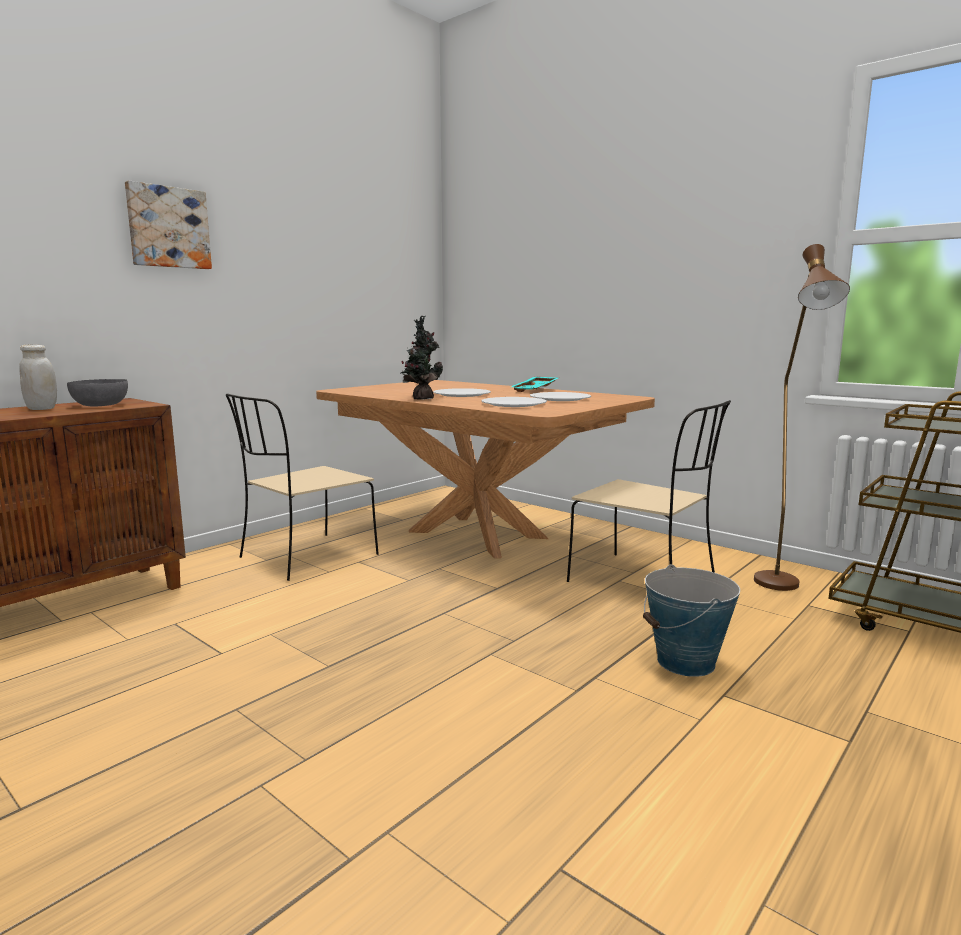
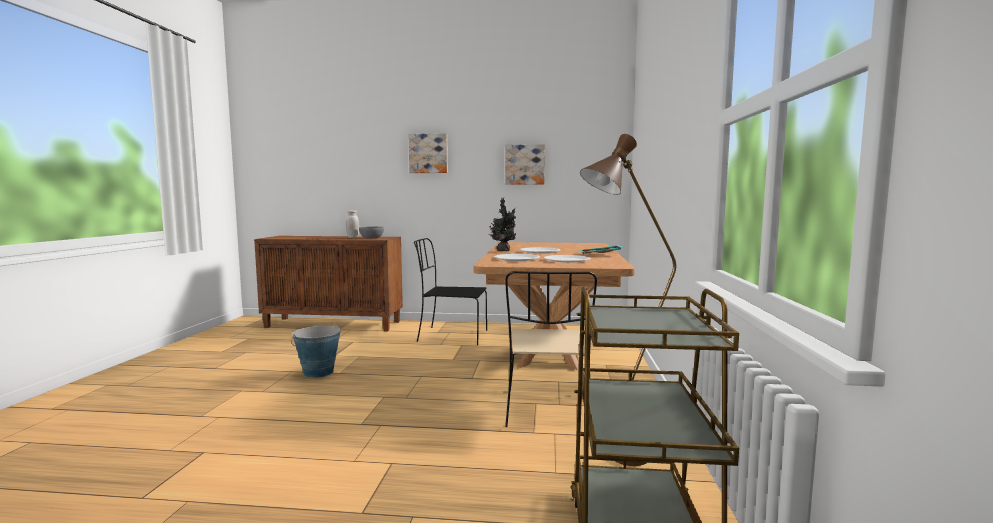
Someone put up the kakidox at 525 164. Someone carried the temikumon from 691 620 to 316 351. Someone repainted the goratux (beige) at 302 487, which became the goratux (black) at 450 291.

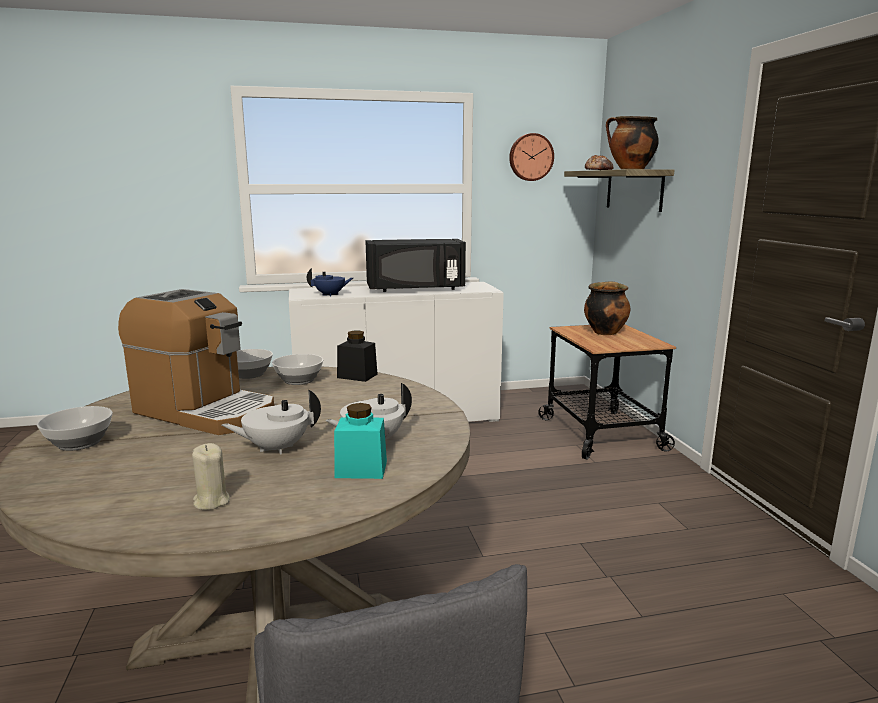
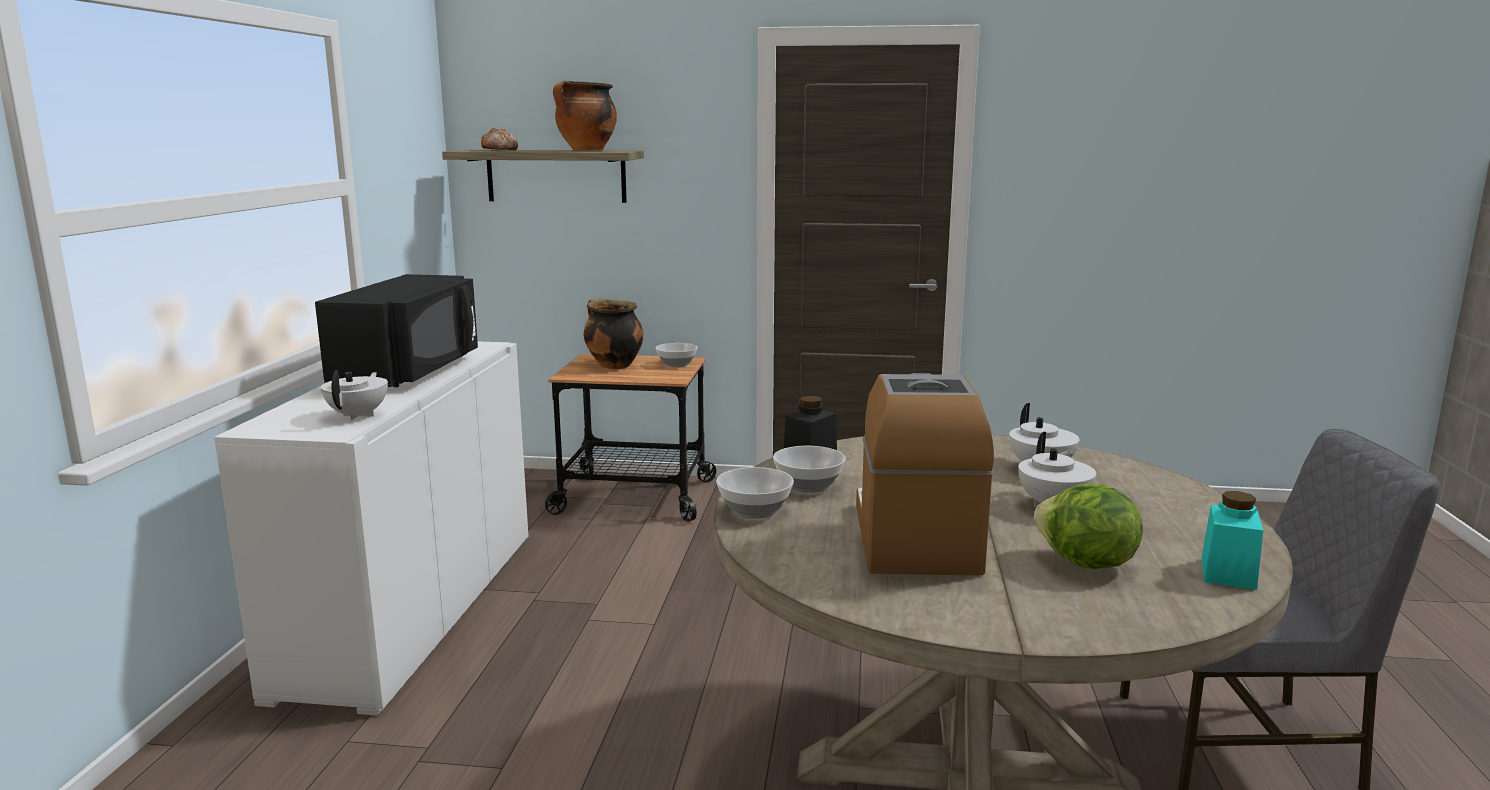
Someone took away the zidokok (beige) at 211 476. Someone took away the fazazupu at 531 157. Someone put down the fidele at 1088 526. Someone carried the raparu from 75 428 to 677 355. Someone carried the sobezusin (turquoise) from 360 441 to 1232 540. Someone repainted the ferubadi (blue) at 330 282, which became the ferubadi (white) at 354 395. Someone rotated the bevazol at 196 362 by 45 degrees counterclockwise.

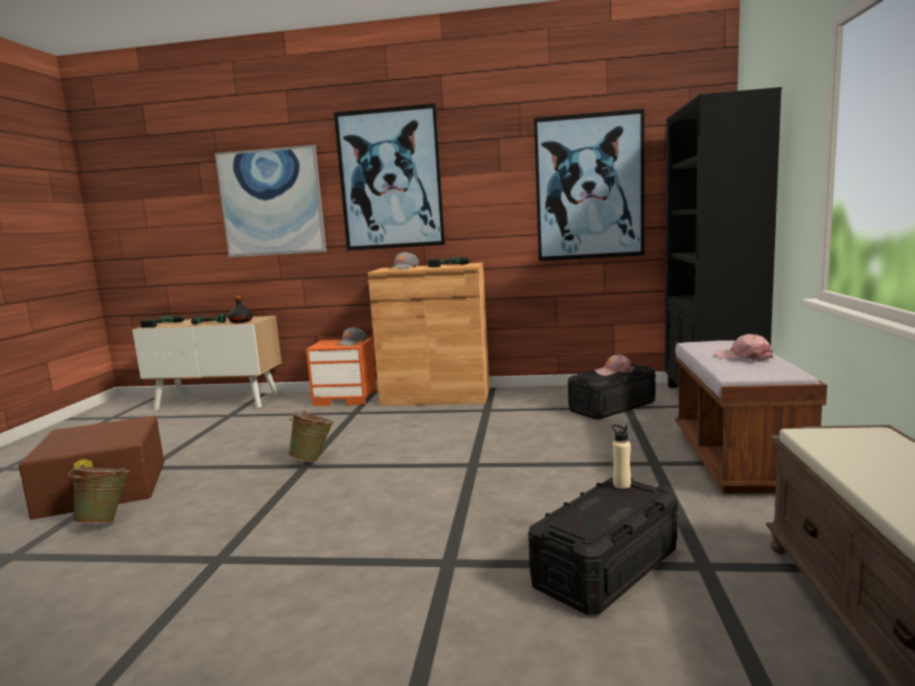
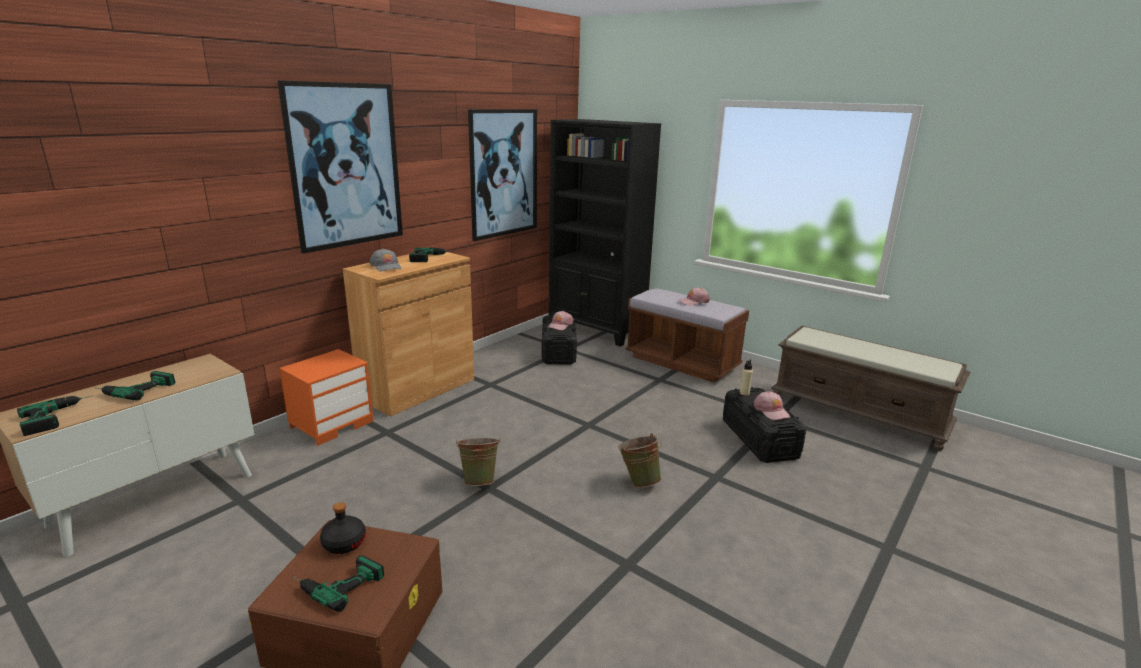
Someone took away the kakidox at 271 201. Someone took away the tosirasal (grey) at 351 336. Someone put down the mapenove at 338 583. Someone put down the tosirasal (pink) at 771 405. Someone carried the temikumon (green) from 99 494 to 640 460. Someone carried the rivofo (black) from 240 309 to 343 528.

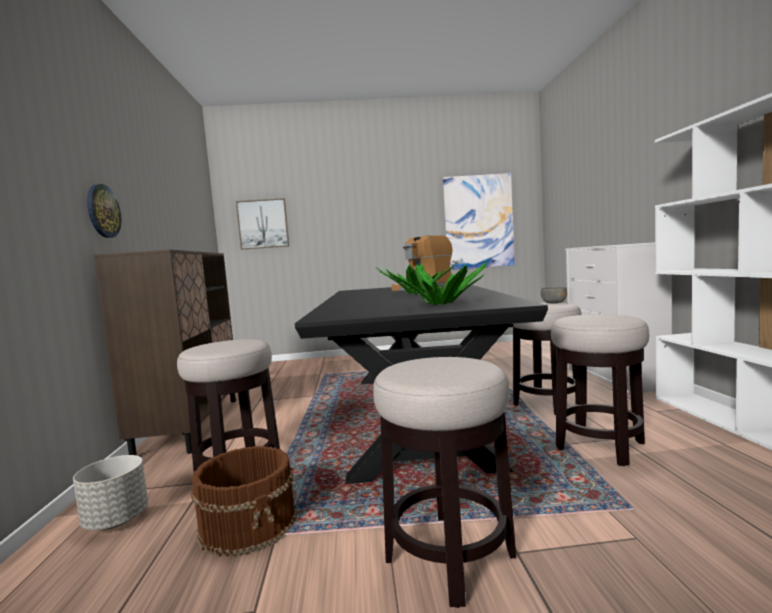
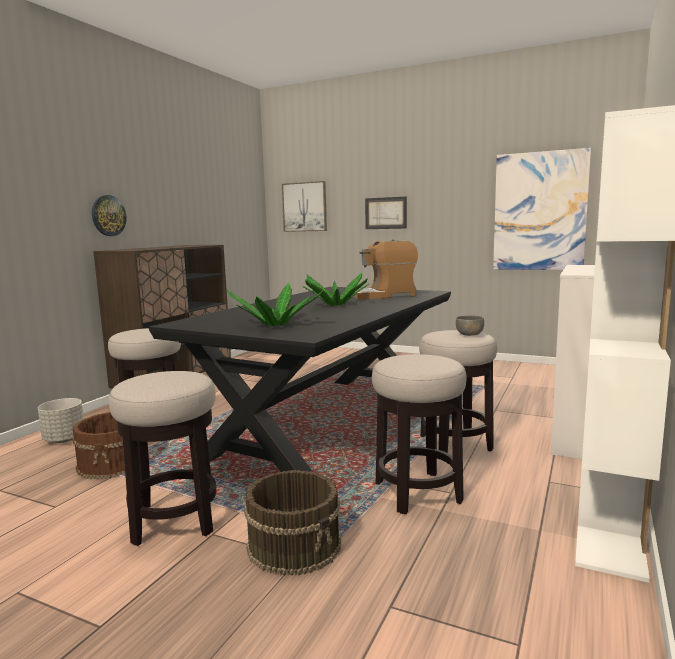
Someone put down the temikumon (brown) at 292 523. Someone put up the kakidox at 386 213.

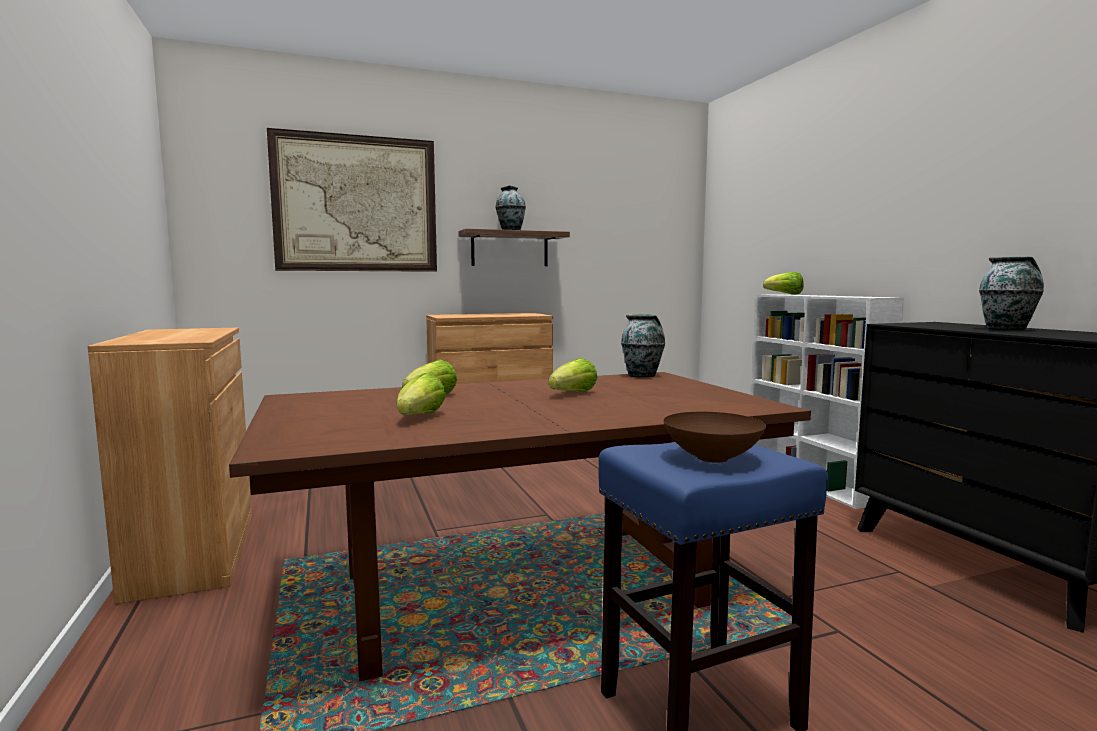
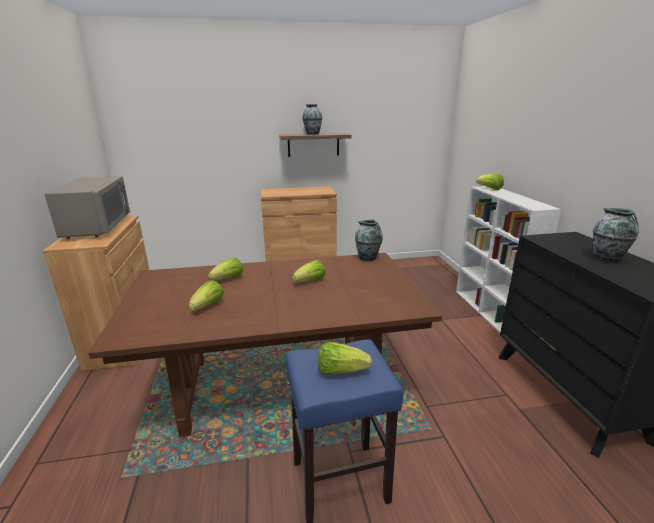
Someone took away the kakidox at 352 200. Someone put down the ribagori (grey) at 87 207. Someone swapped the raparu (brown) at 715 437 for the fidele at 345 358.

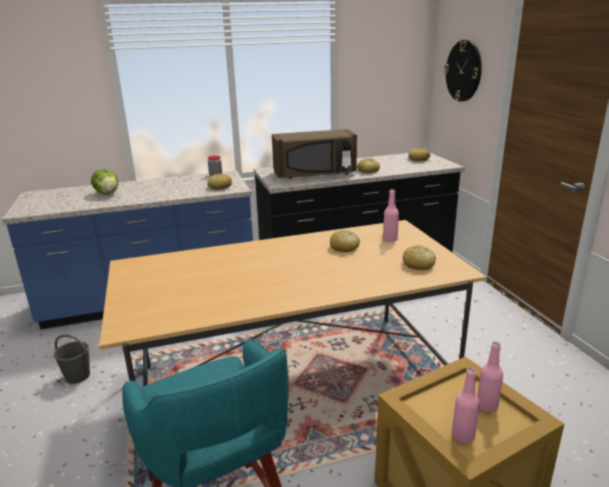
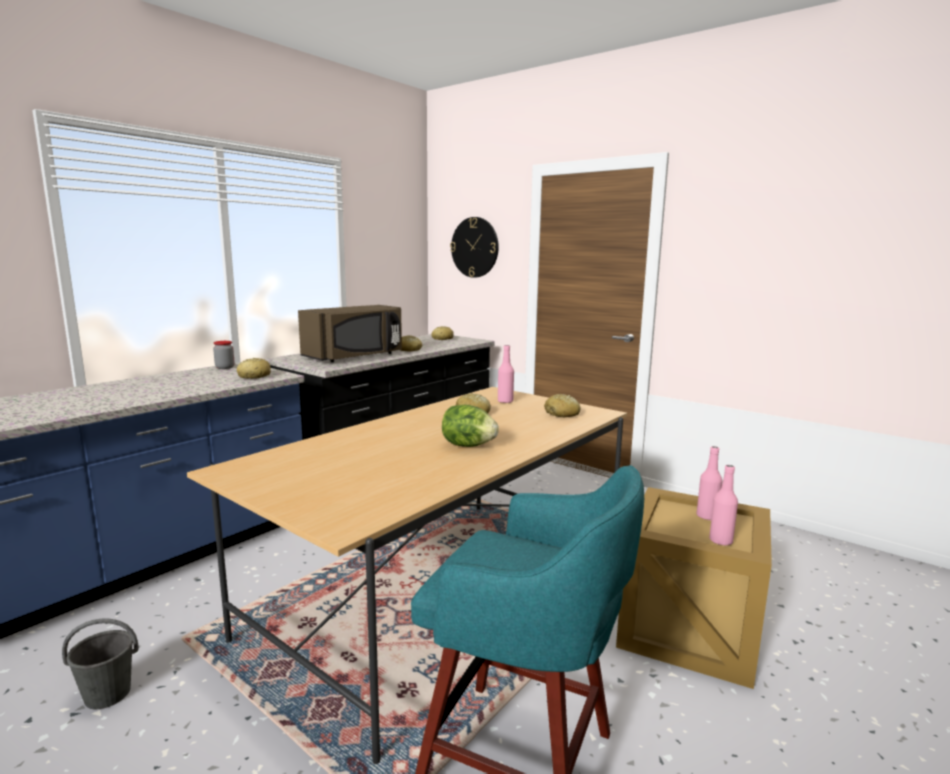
Someone carried the fidele from 104 181 to 470 426.

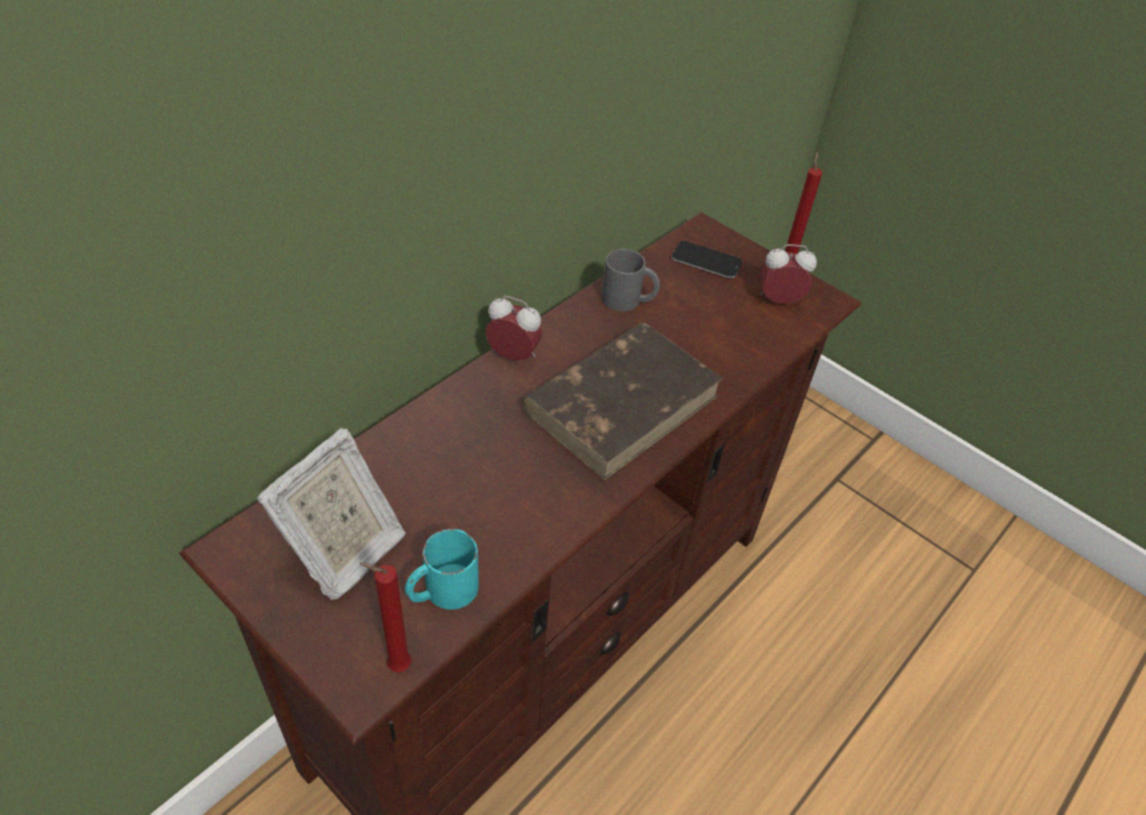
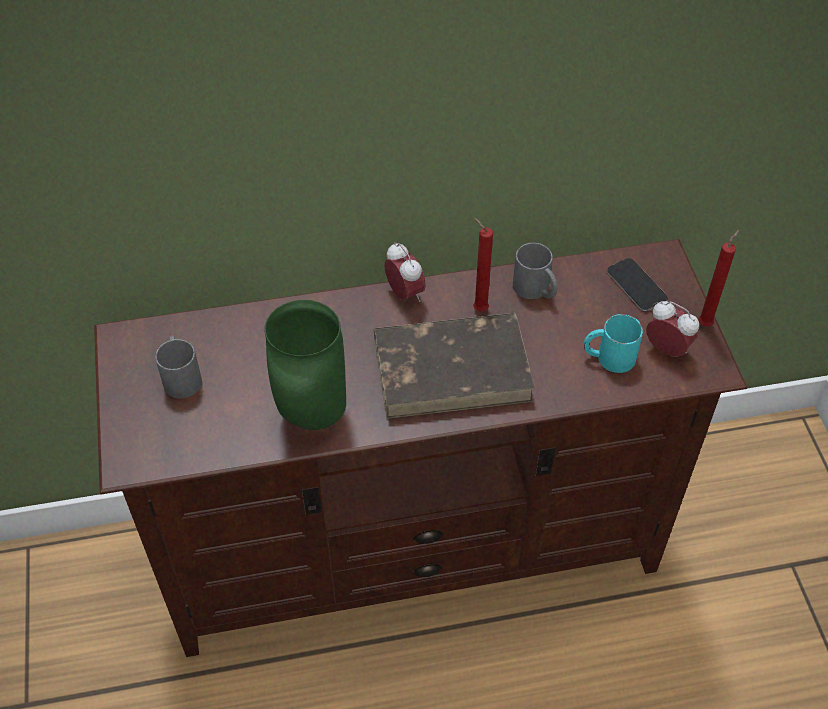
Someone put down the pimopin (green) at 305 365. Someone carried the zidokok (red) from 385 617 to 483 264. Someone carried the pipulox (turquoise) from 442 569 to 613 343. Someone swapped the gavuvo at 331 513 for the pipulox (grey) at 178 367.

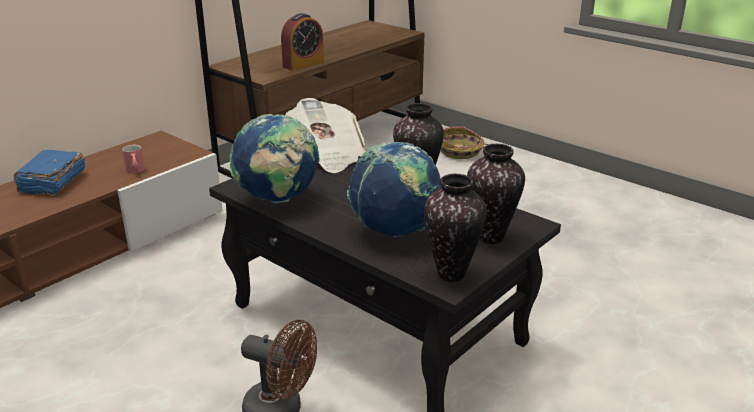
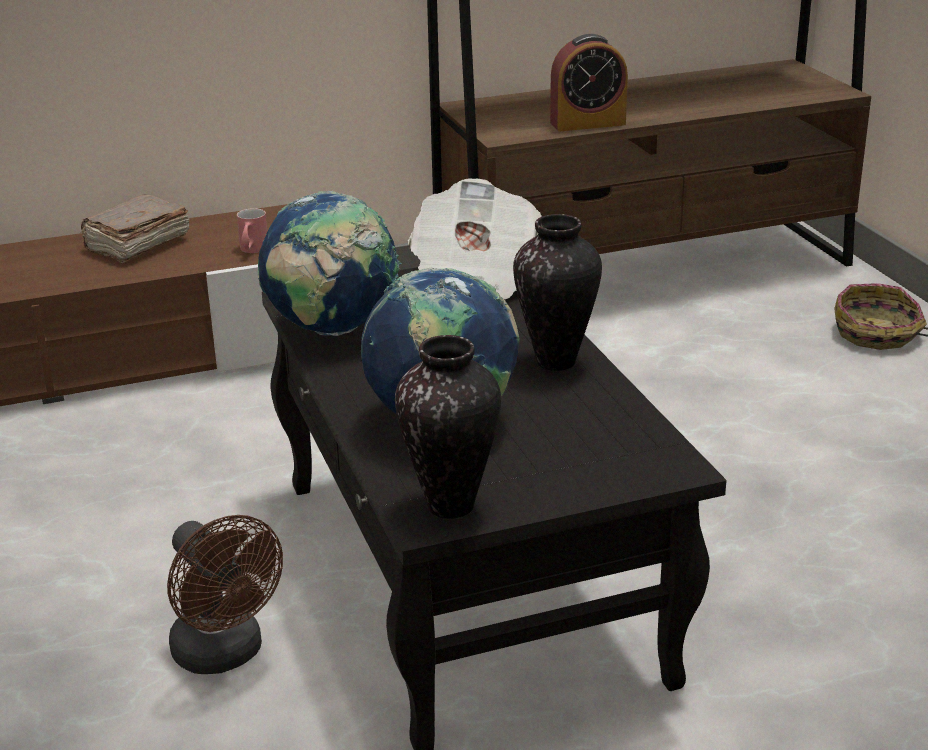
Someone took away the pimopin at 496 194. Someone repainted the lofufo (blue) at 49 173, which became the lofufo (brown) at 135 228.

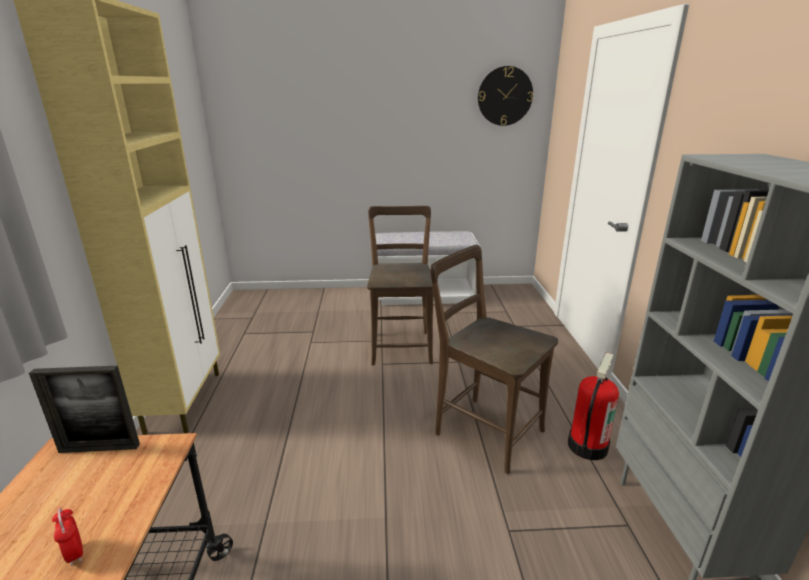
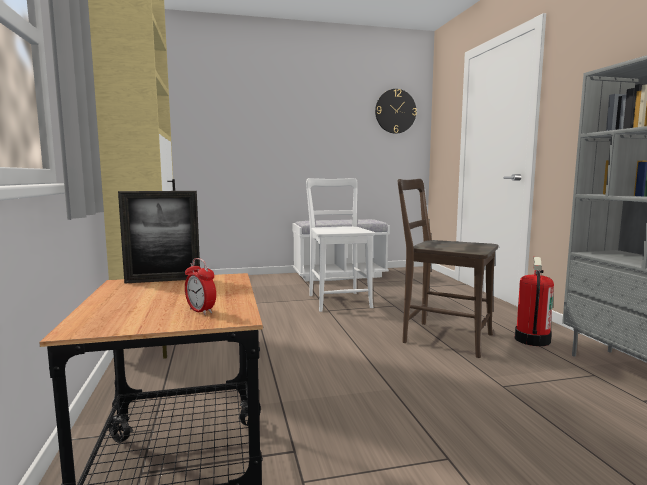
Someone repainted the goratux (brown) at 400 286, which became the goratux (white) at 340 245.

